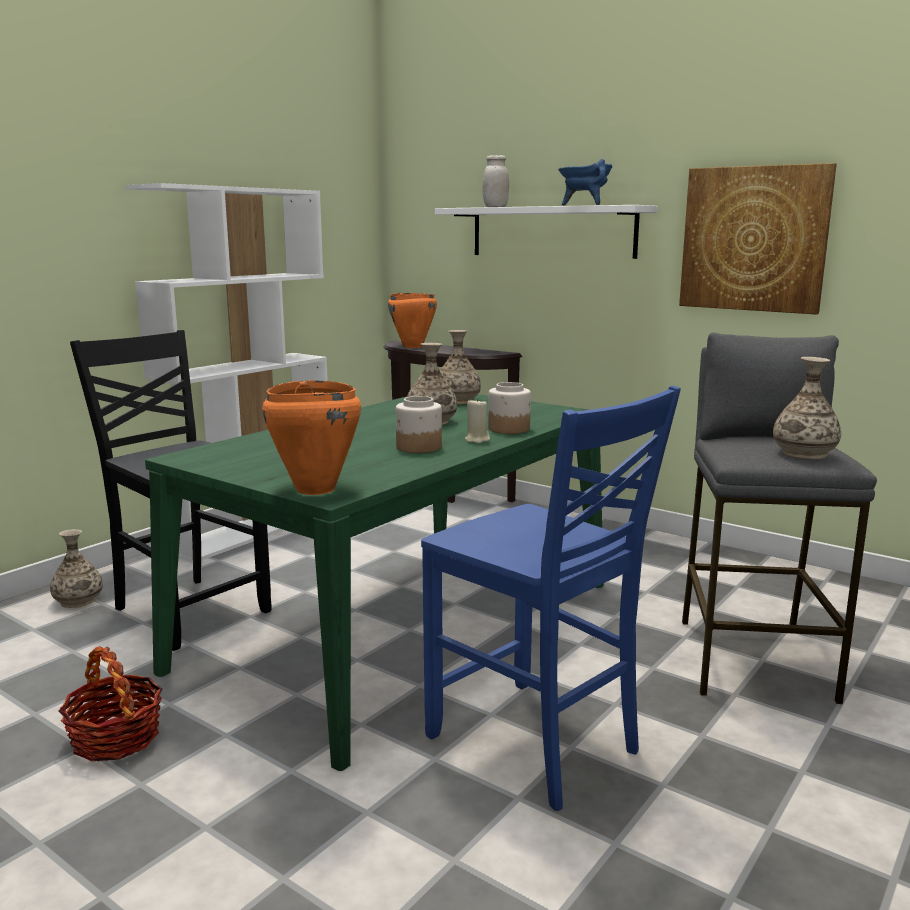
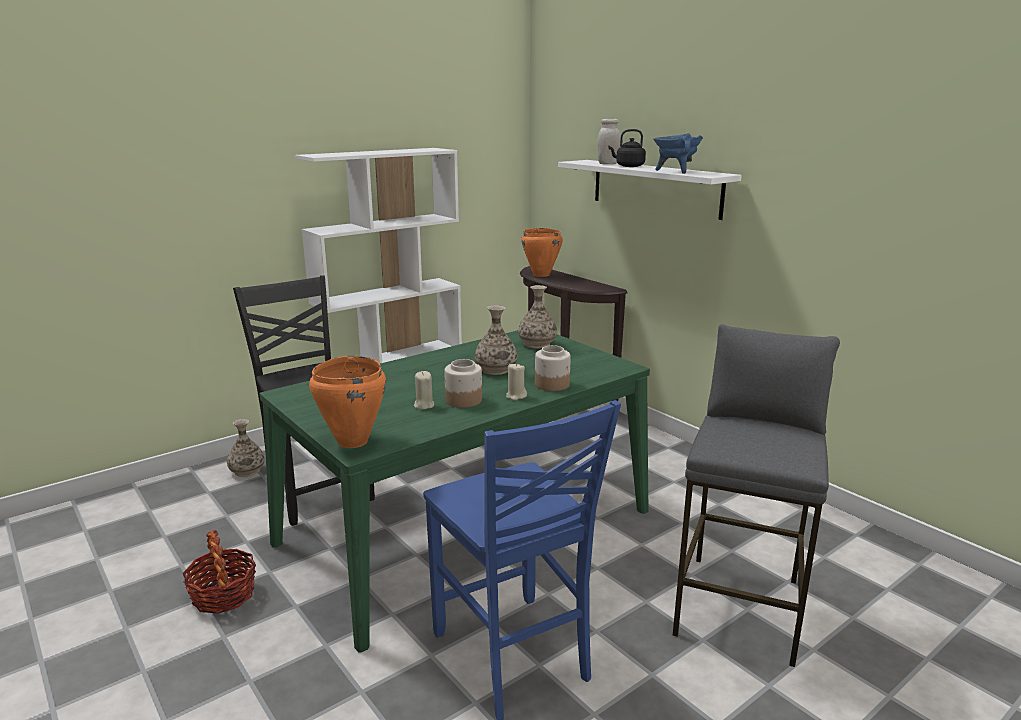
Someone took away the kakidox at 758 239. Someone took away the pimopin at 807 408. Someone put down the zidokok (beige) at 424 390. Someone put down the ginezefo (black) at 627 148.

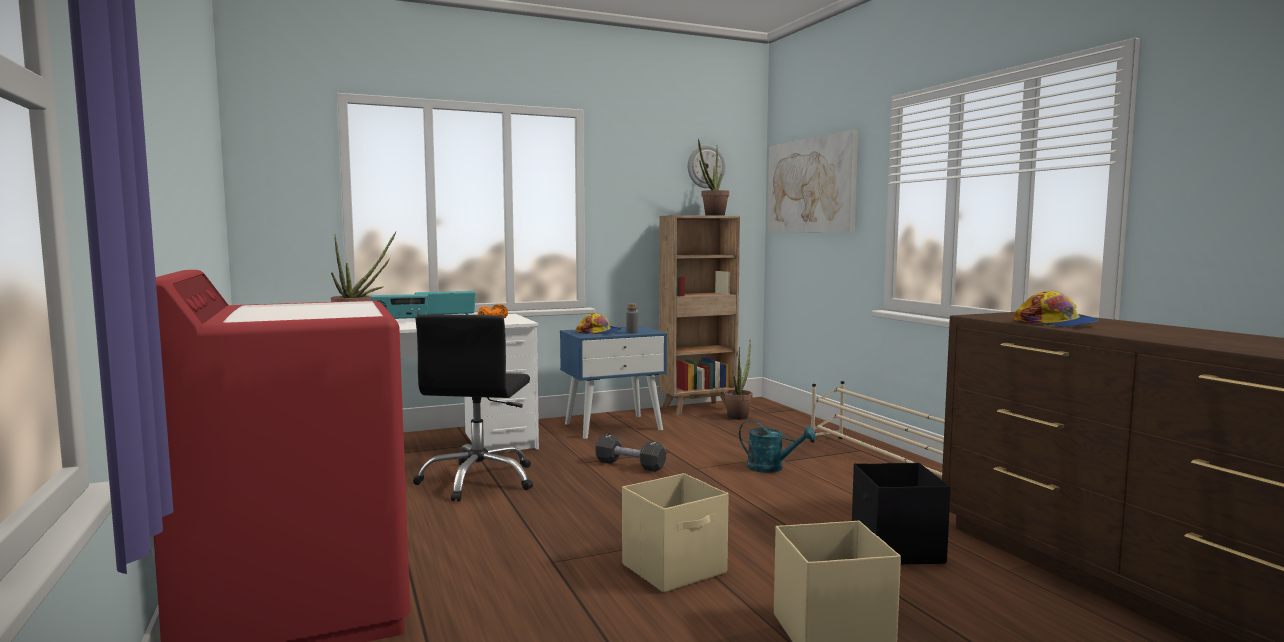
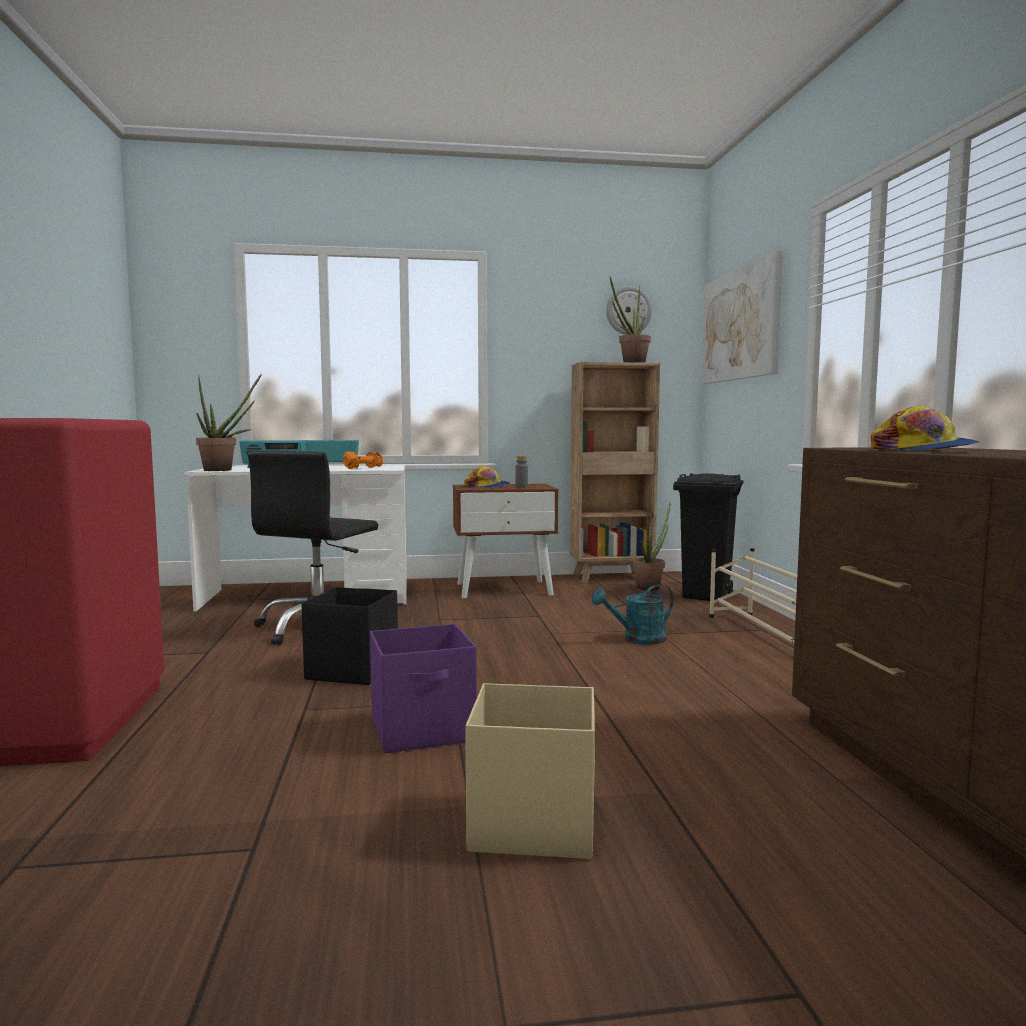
Someone took away the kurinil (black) at 630 453. Someone put down the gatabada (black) at 708 537. Someone carried the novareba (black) from 901 513 to 350 636. Someone repainted the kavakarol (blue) at 613 382, which became the kavakarol (brown) at 506 541. Someone repainted the novareba (beige) at 675 533, which became the novareba (purple) at 423 688. Someone rotated the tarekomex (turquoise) at 777 446 by 120 degrees clockwise.

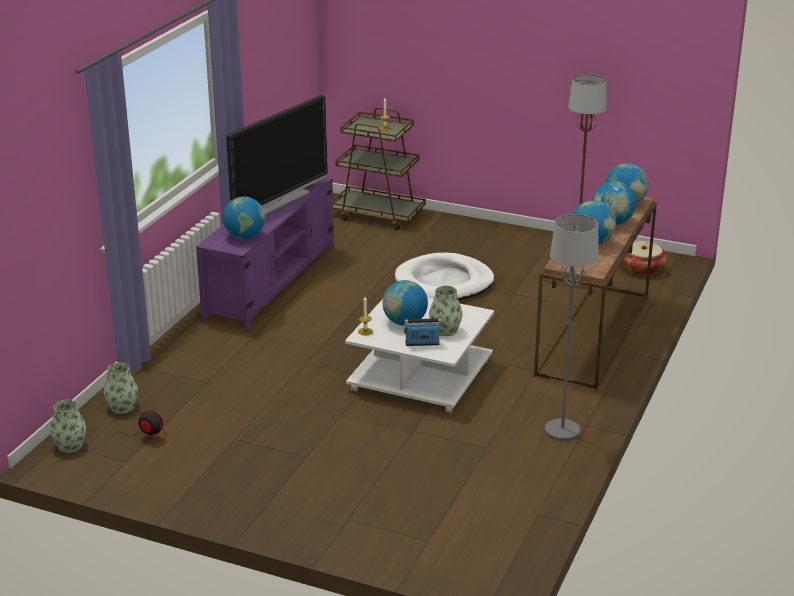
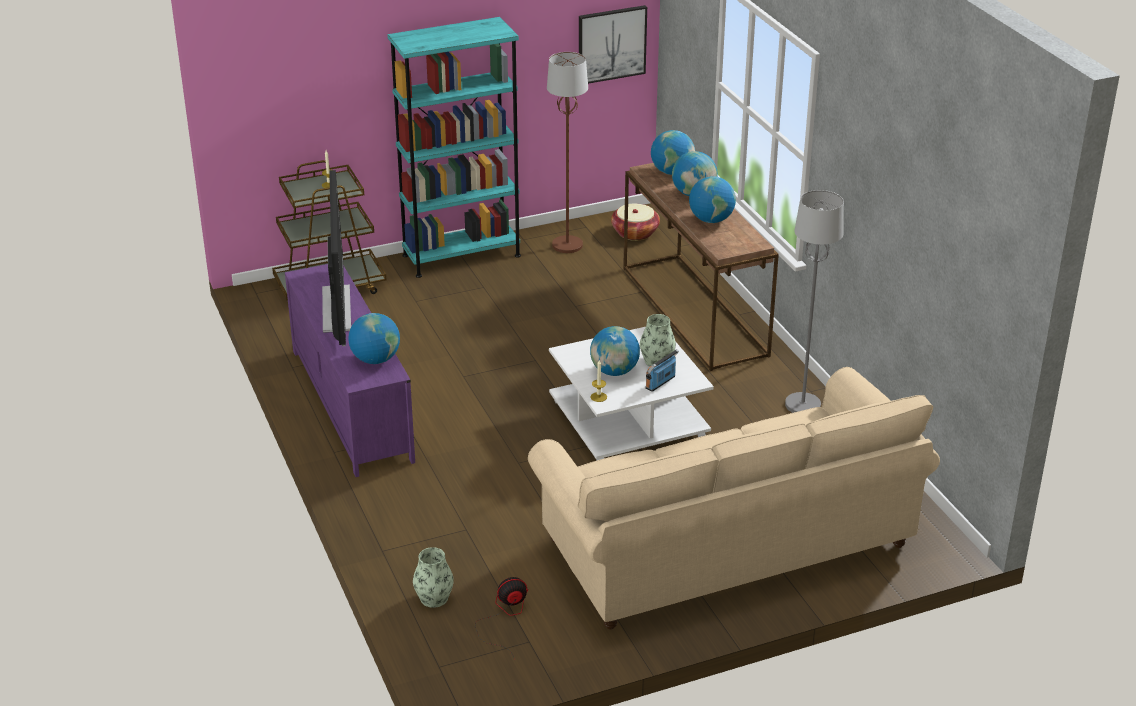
Someone took away the pimopin at 68 426. Someone took away the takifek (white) at 444 276. Someone put down the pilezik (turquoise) at 454 147. Someone put down the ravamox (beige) at 734 498. Someone put up the kakidox at 613 44.

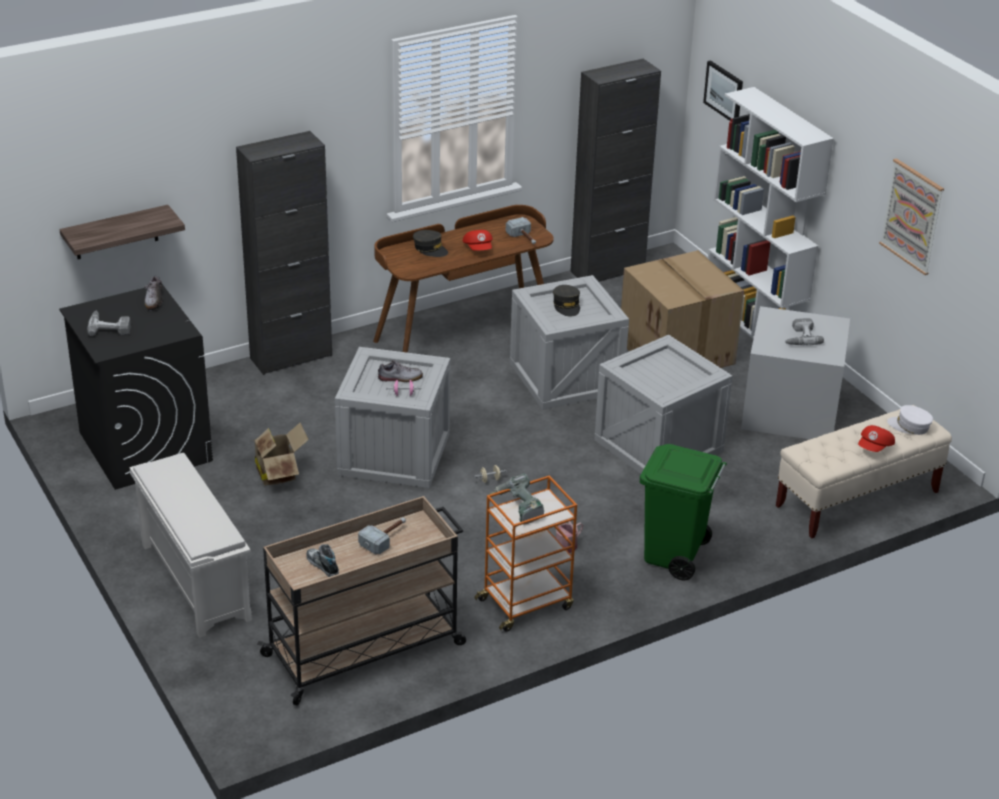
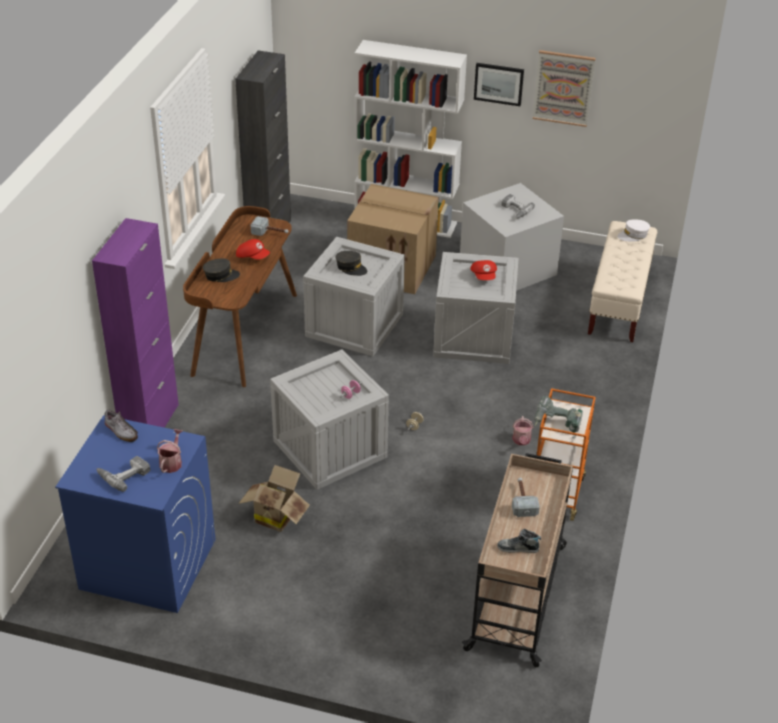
Someone took away the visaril at 122 232. Someone took away the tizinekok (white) at 191 545. Someone took away the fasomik at 400 371. Someone took away the gatabada (green) at 683 512. Someone put down the tarekomex at 170 451. Someone carried the kakidox from 723 90 to 499 84. Someone carried the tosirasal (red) from 876 438 to 483 270. Someone repainted the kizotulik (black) at 136 387, which became the kizotulik (blue) at 135 514. Someone repainted the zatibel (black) at 284 253, which became the zatibel (purple) at 135 323.

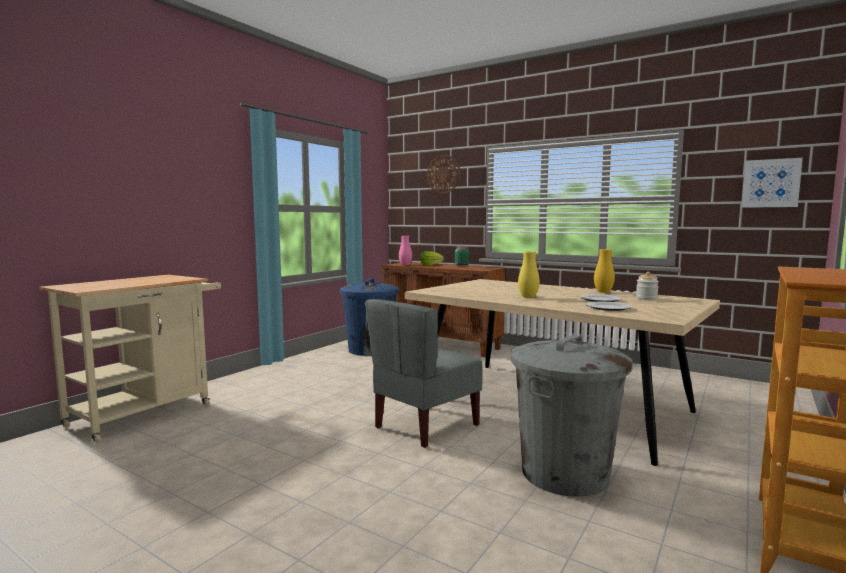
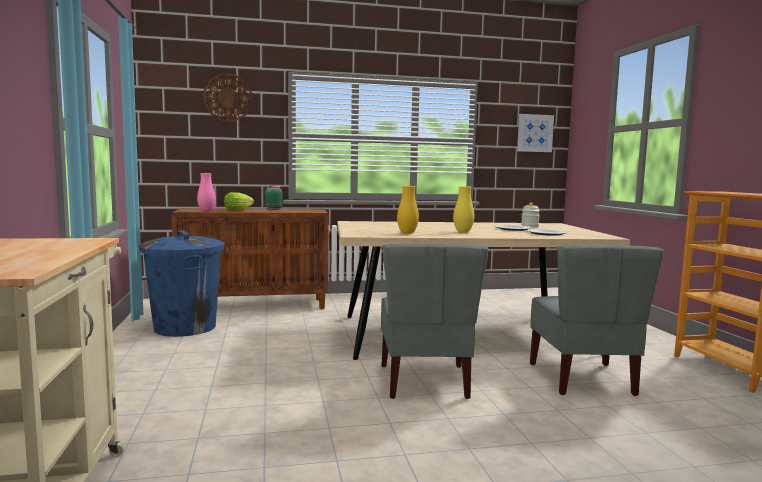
Someone carried the pimopin (yellow) from 604 271 to 408 210. Someone swapped the gatabada (grey) at 571 416 for the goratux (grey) at 597 320.

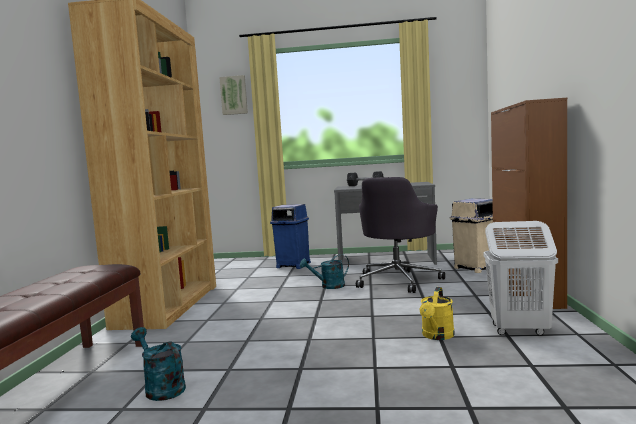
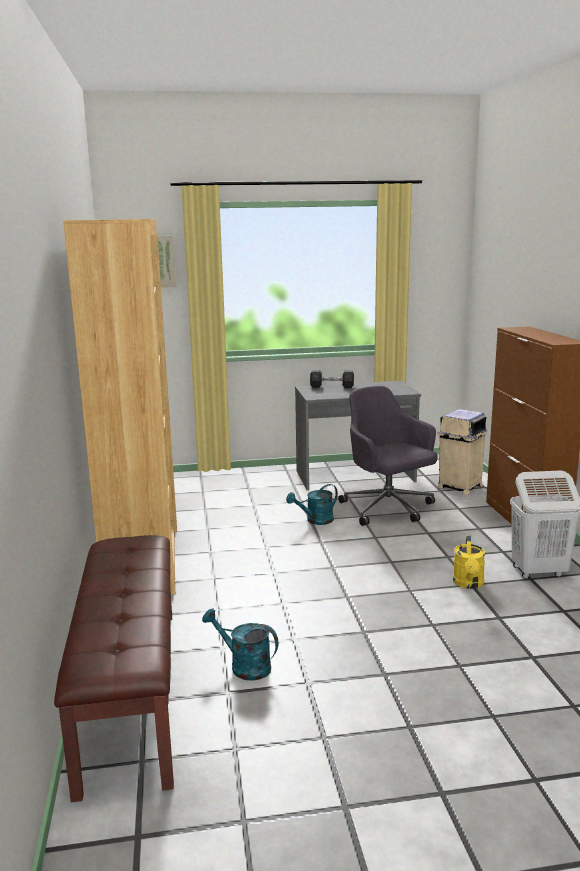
Someone took away the gatabada (blue) at 290 236. Someone rotated the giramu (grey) at 400 235 by 135 degrees clockwise.

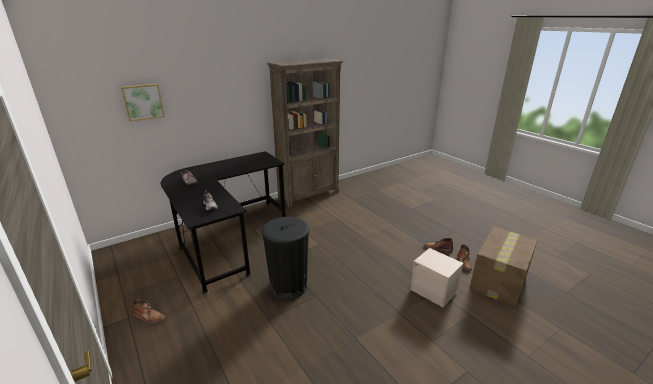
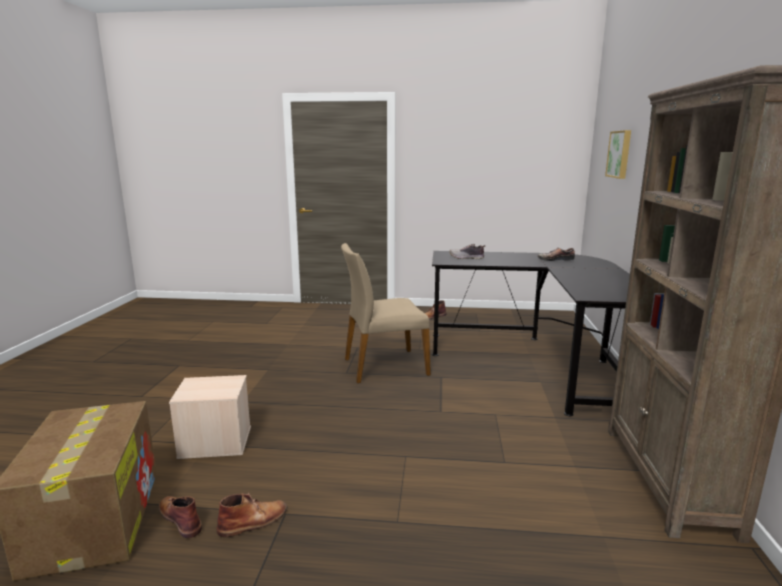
Someone swapped the gatabada (black) at 285 258 for the goratux (beige) at 386 313.

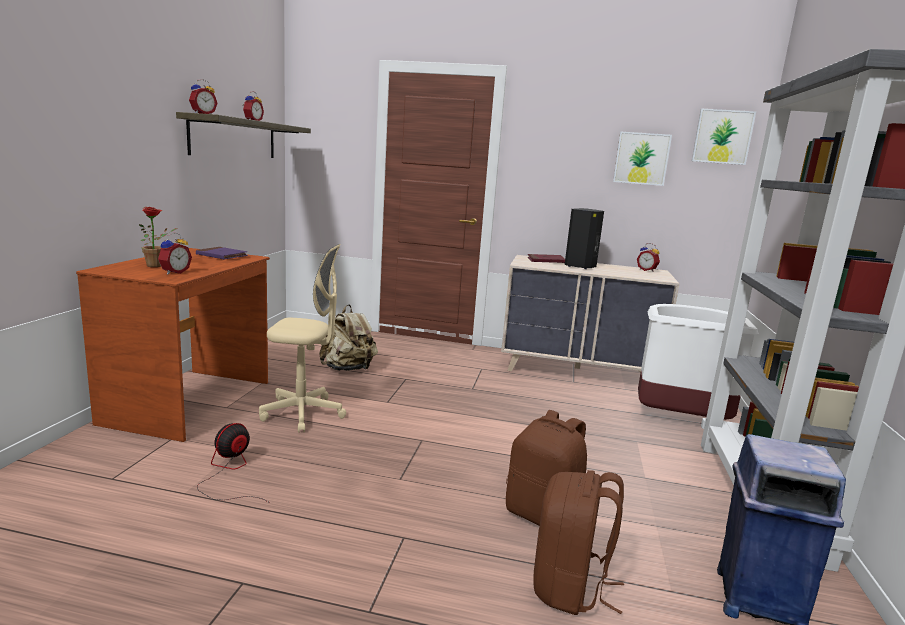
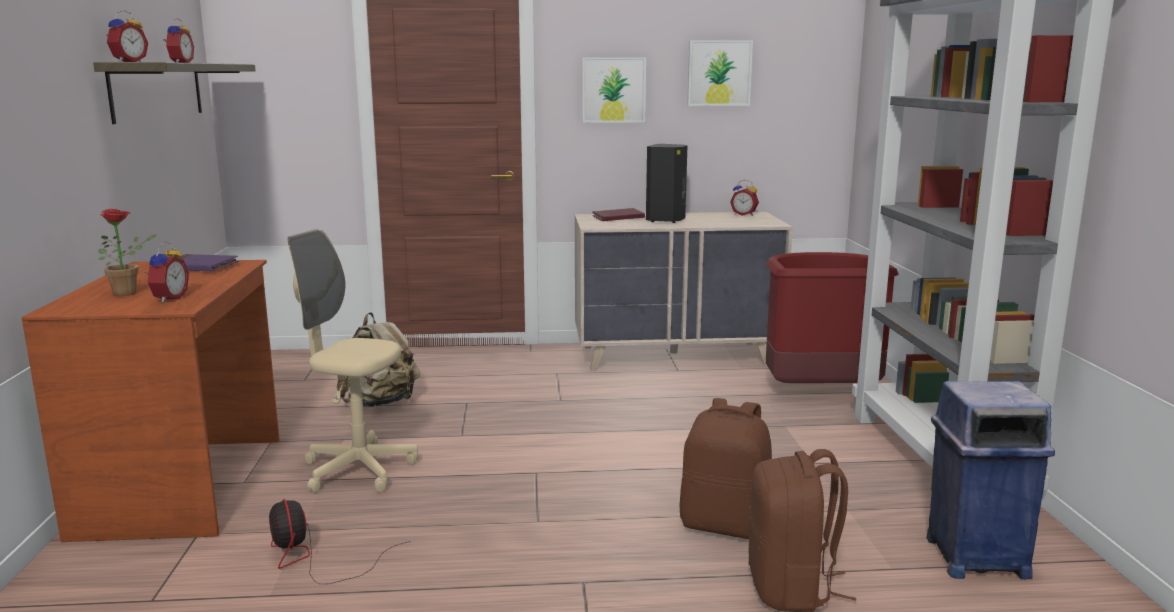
Someone carried the kakidox from 724 137 to 614 90. Someone repainted the gatabada (white) at 698 362, which became the gatabada (red) at 832 317. Someone rotated the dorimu at 233 463 by 45 degrees counterclockwise. Someone rotated the giramu (beige) at 302 338 by 150 degrees counterclockwise.

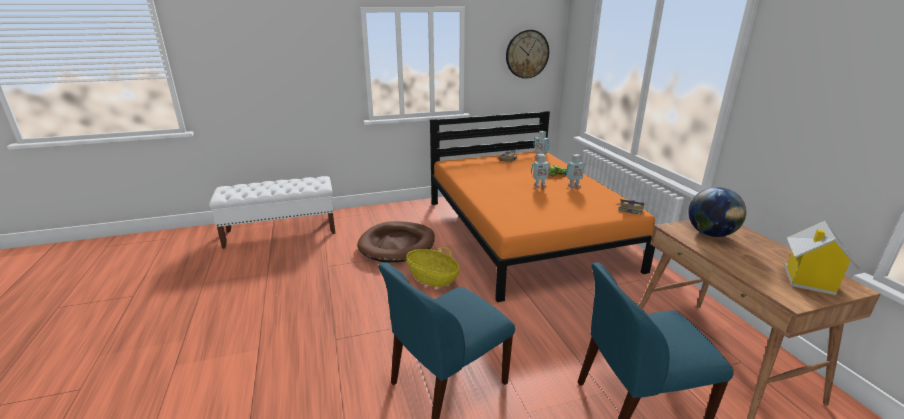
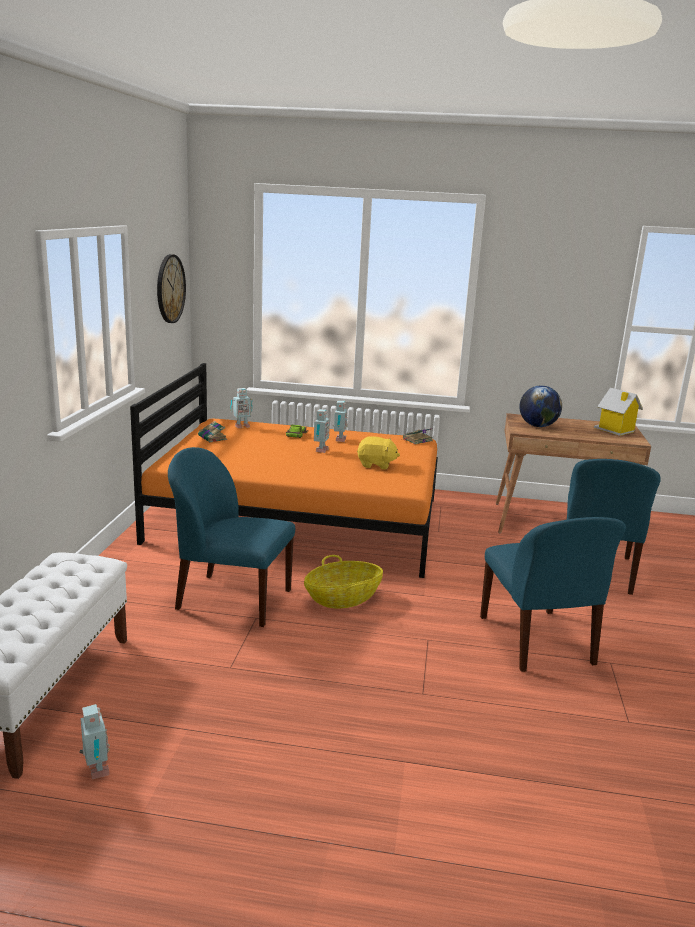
Someone put down the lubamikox at 94 741. Someone put down the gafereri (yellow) at 378 452. Someone swapped the takifek (brown) at 396 242 for the goratux (blue) at 231 537.

